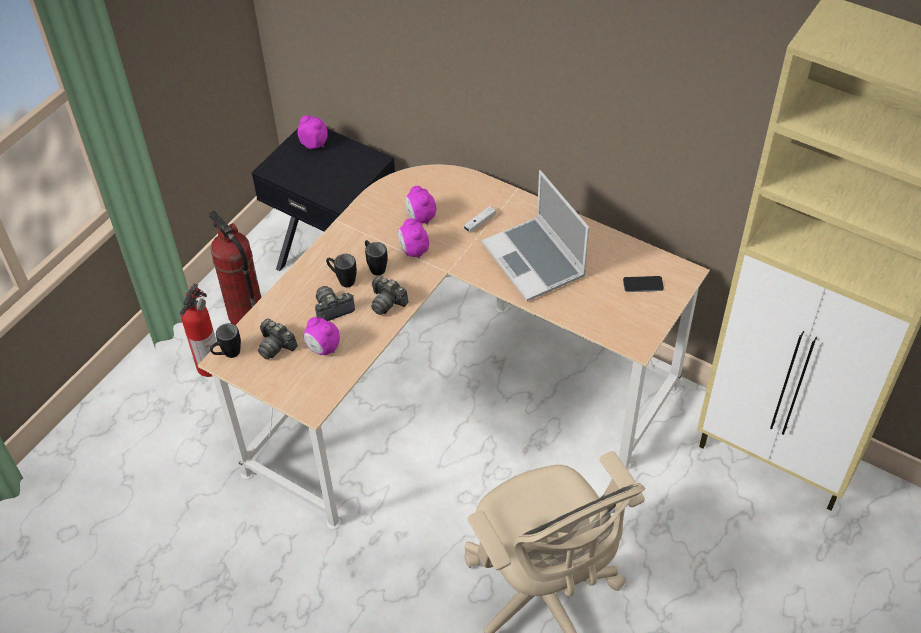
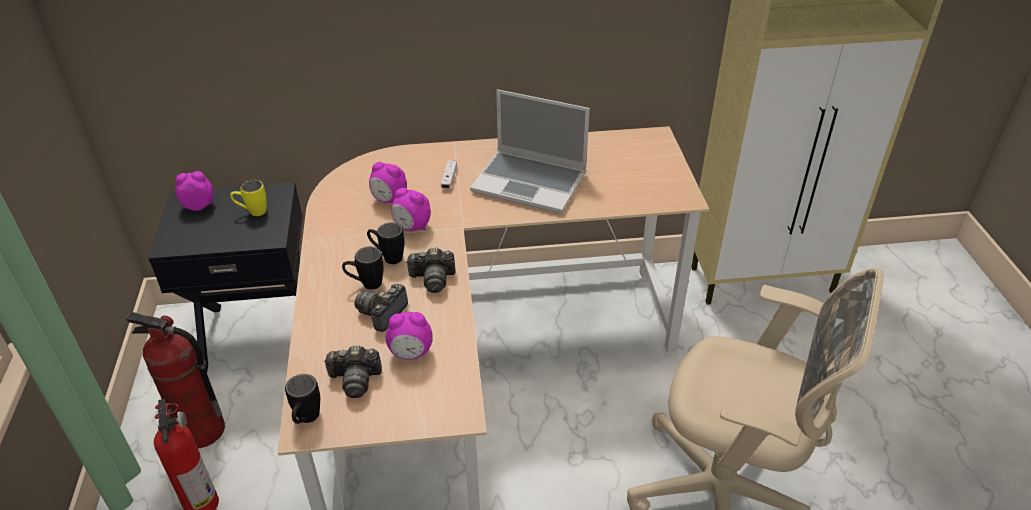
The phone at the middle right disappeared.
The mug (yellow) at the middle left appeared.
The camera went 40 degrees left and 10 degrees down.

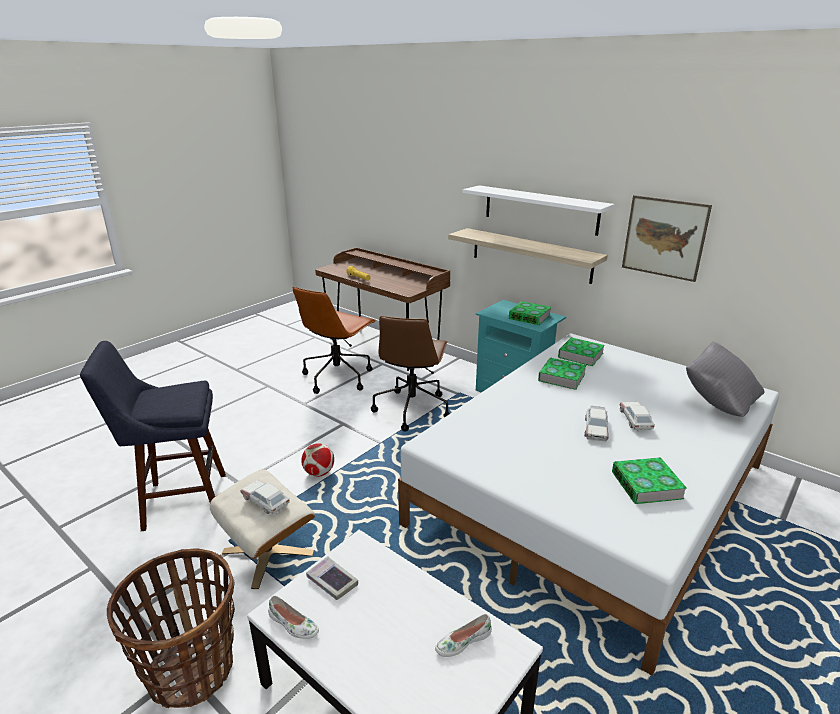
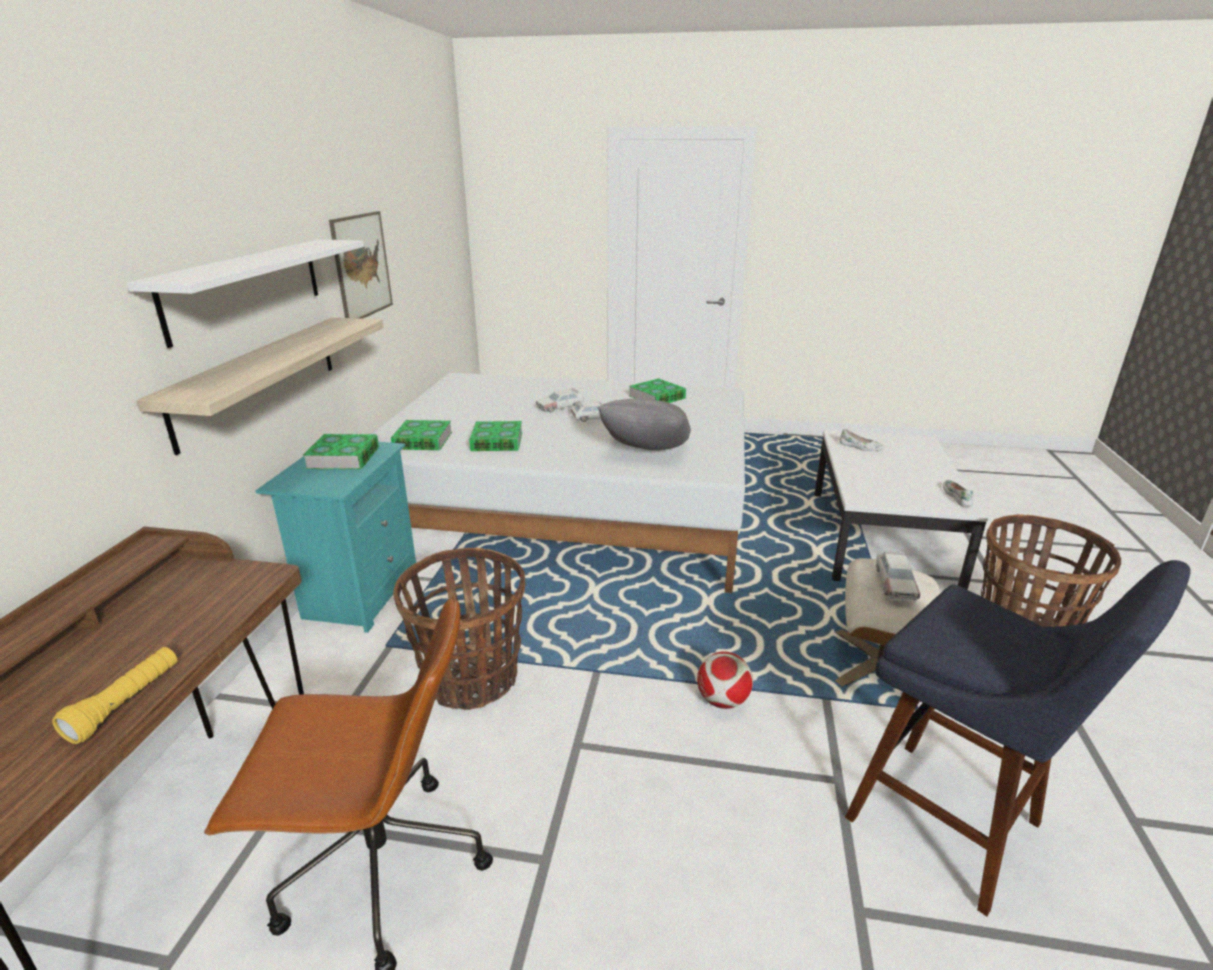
The office chair (brown) (2nd from left) at the centre was replaced by the basket (1st from left) at the centre.
The pillow (grey) moved from the middle right to the centre.
The book (1st from left) at the bottom centre disappeared.
The camera went 120 degrees left and 0 degrees up.

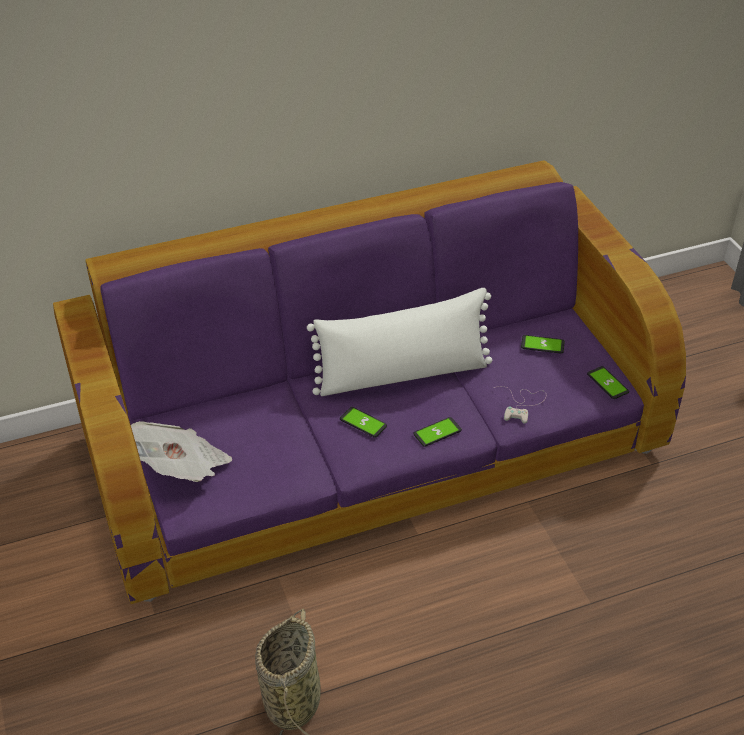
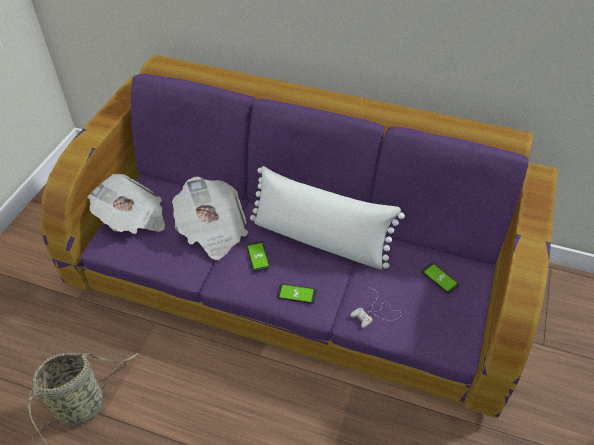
The phone (4th from left) at the middle right disappeared.
The newspaper (2nd from left) at the centre appeared.
The camera went 40 degrees right and 5 degrees up.

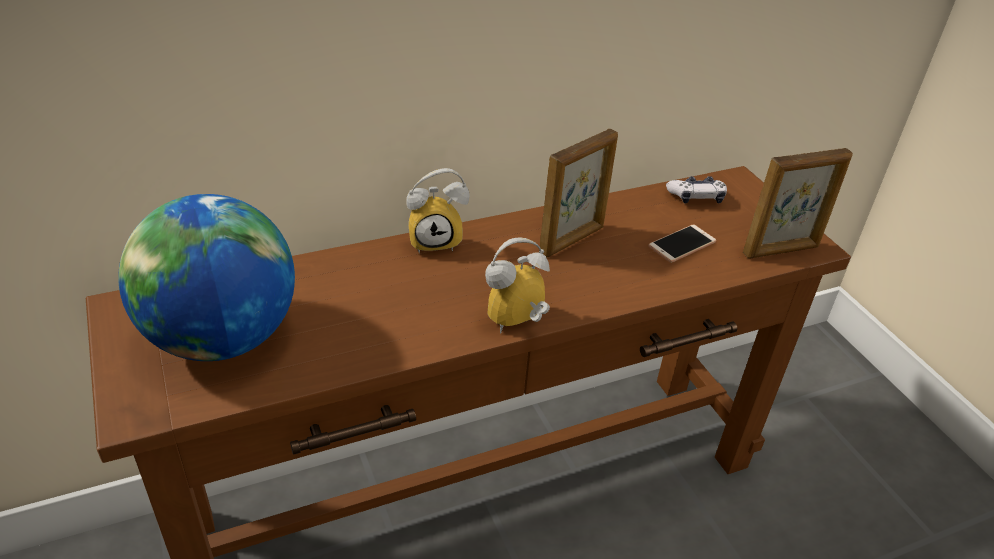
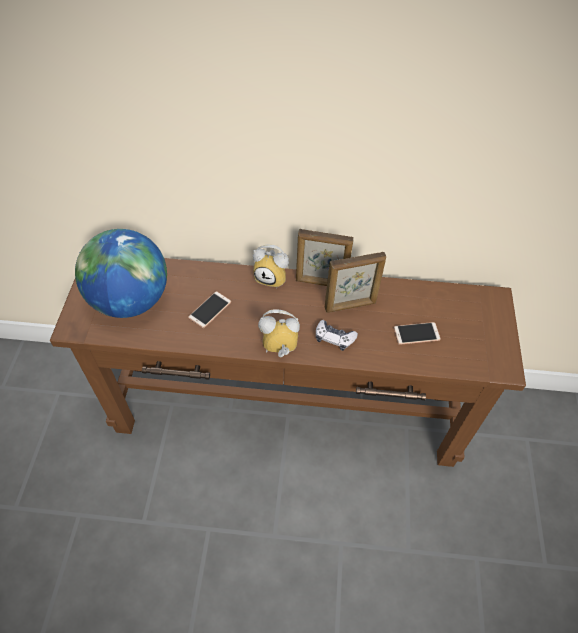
The picture frame (2nd from left in the first image) moved from the middle right to the centre.
The game controller moved from the middle right to the centre.
The phone (1st from left) at the centre appeared.
The camera went 30 degrees right and 15 degrees up.

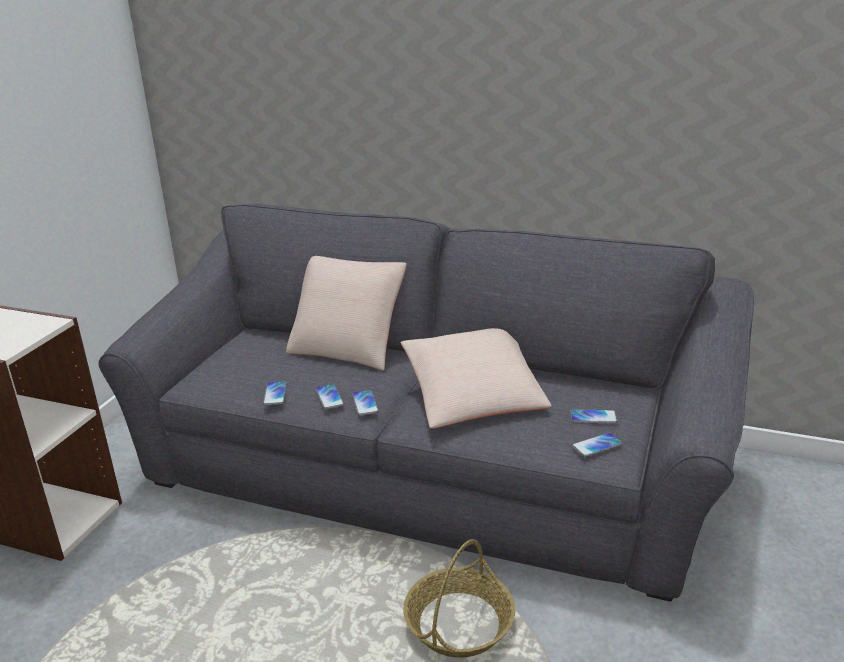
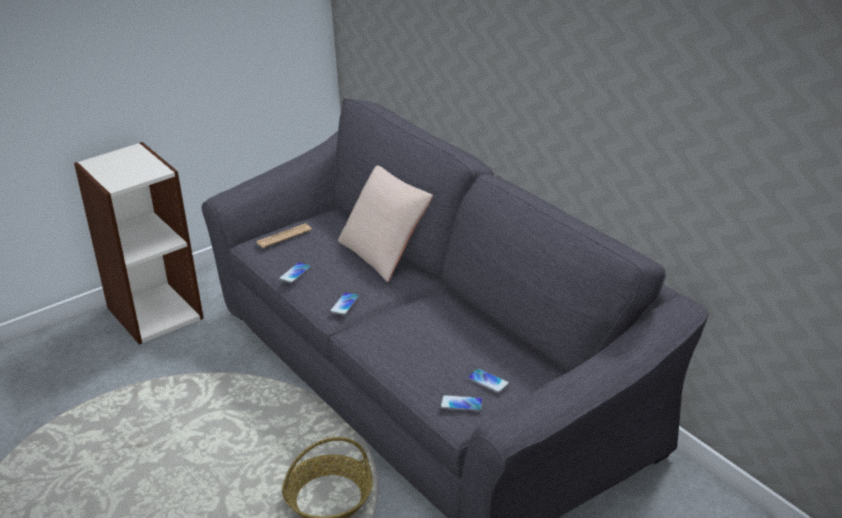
The pillow (beige) (2nd from left) at the centre disappeared.
The phone (2nd from left) at the centre disappeared.
The newspaper at the centre appeared.
The camera went 35 degrees right and 5 degrees up.

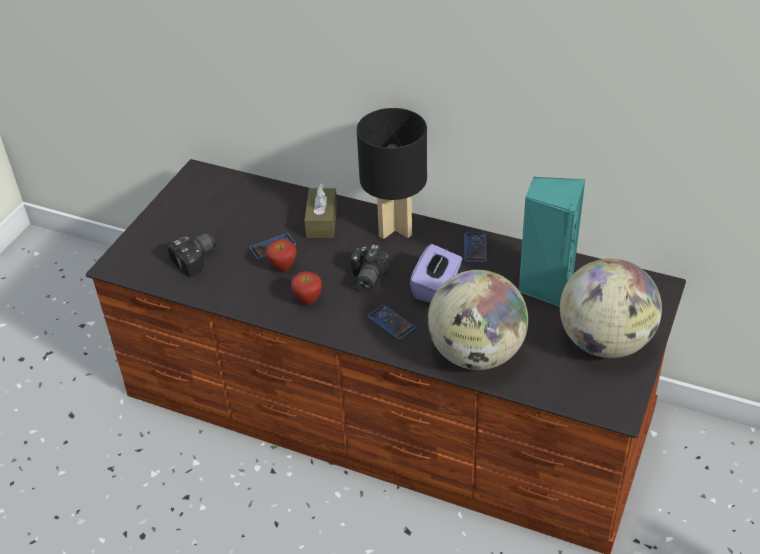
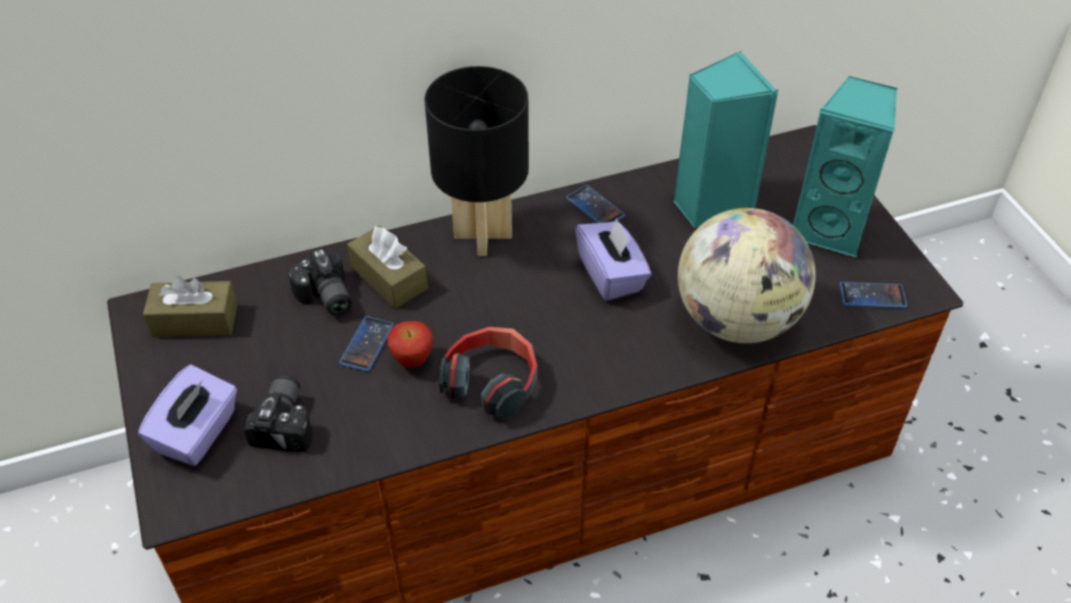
The photo camera (2nd from left) moved from the centre to the middle left.
The globe (2nd from left) at the middle right was replaced by the speaker (turquoise) (2nd from left) at the top right.
The apple (2nd from left) at the centre was replaced by the headphones at the centre.
The phone (2nd from left in the first image) moved from the centre to the middle right.
The tissue box (brown) (1st from left) at the middle left appeared.
The tissue box (purple) (1st from left) at the bottom left appeared.
The camera went 45 degrees left and 5 degrees up.

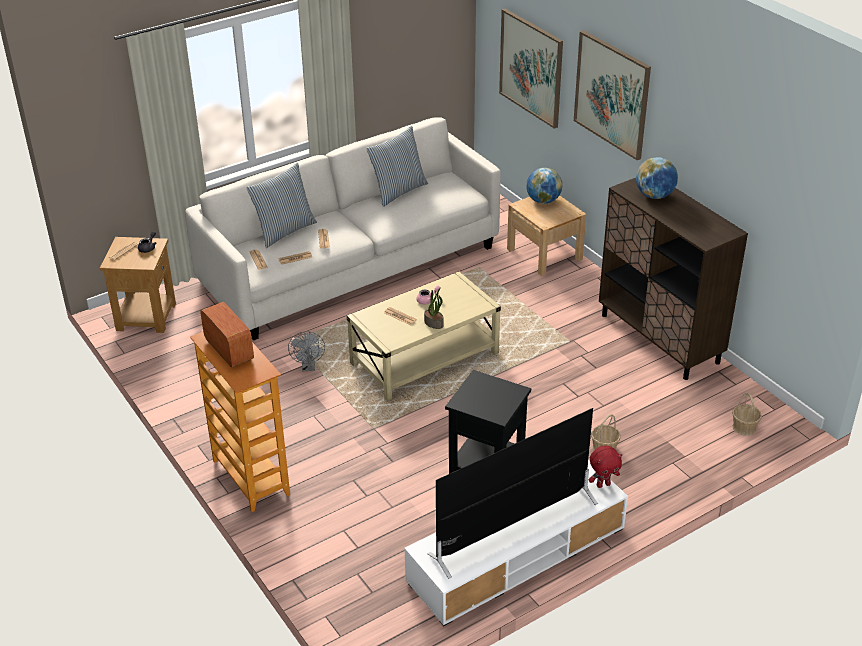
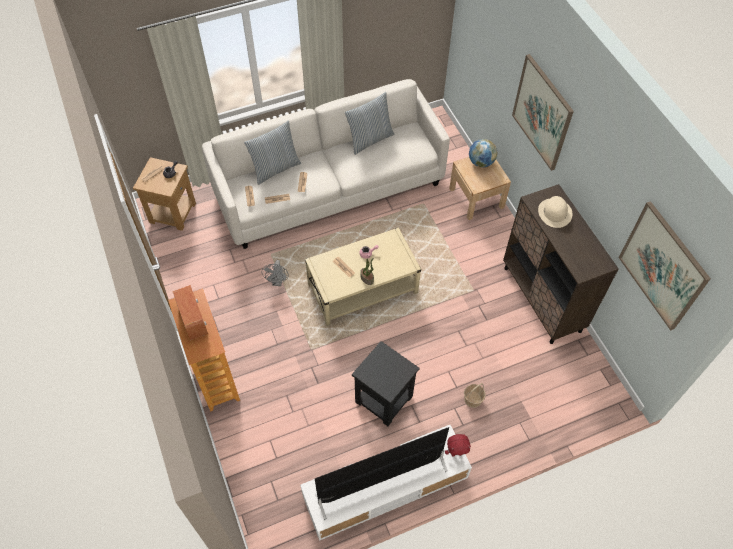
The picture (1st from left in the first image) moved from the top centre to the middle right.
The globe (2nd from left) at the top right was replaced by the hat (beige) at the middle right.
The basket (2nd from left) at the middle right disappeared.
The camera went 10 degrees right and 20 degrees up.

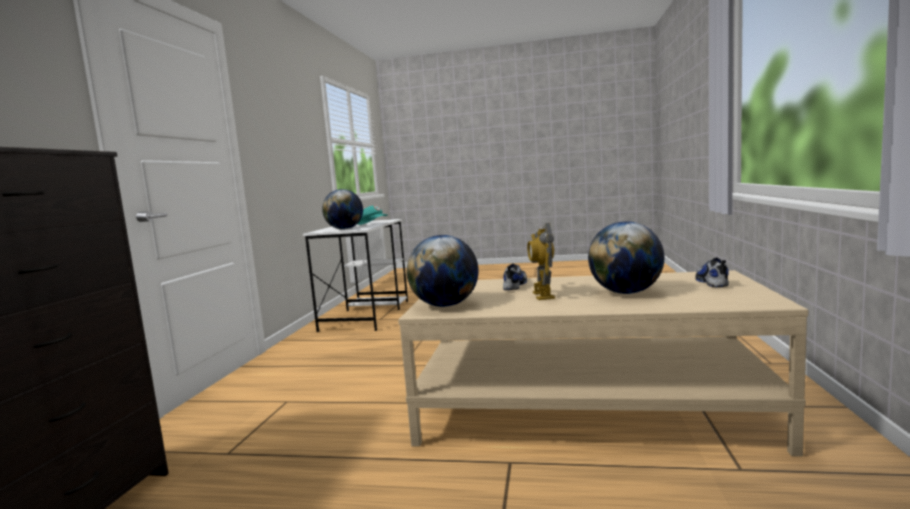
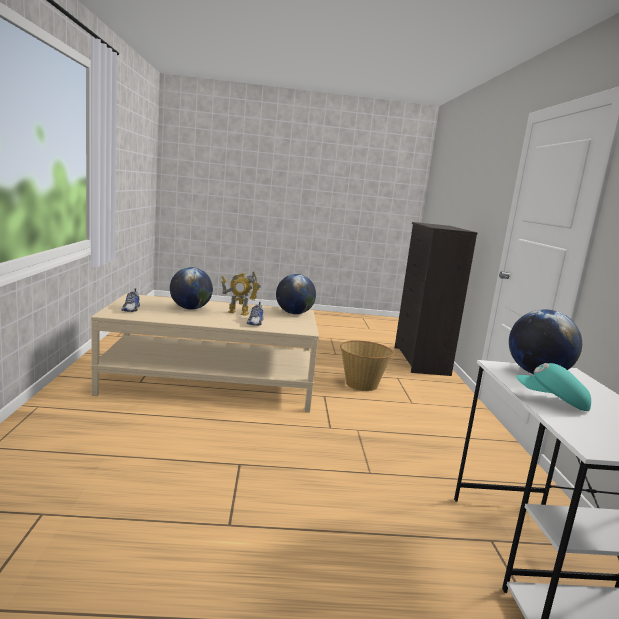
The toy robot at the centre turned 120 degrees clockwise.
The basket at the centre appeared.
The camera went 165 degrees right and 5 degrees up.

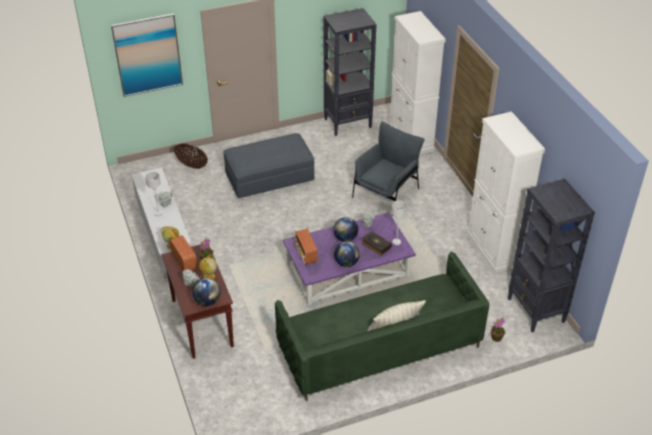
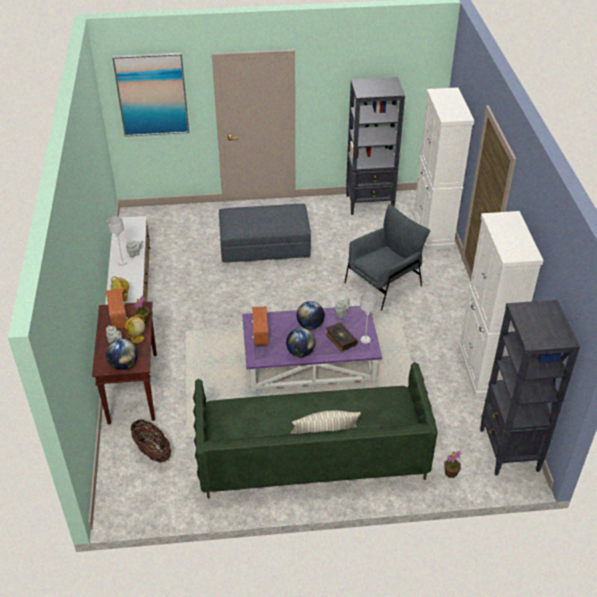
The basket moved from the middle left to the bottom left.
The camera went 15 degrees right and 0 degrees up.

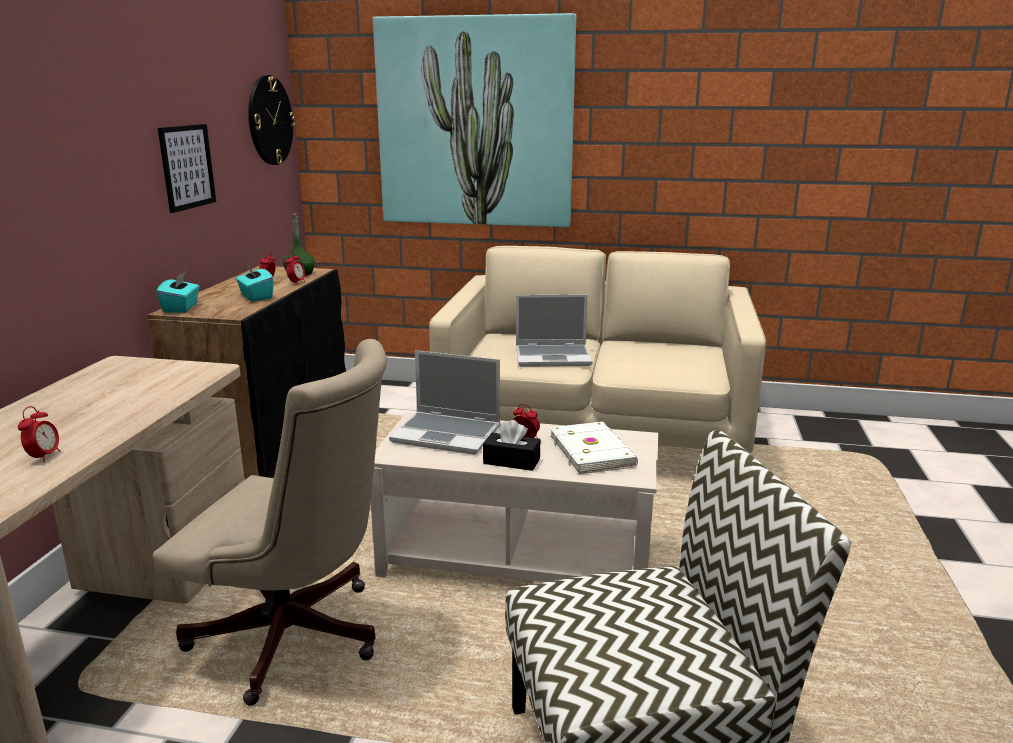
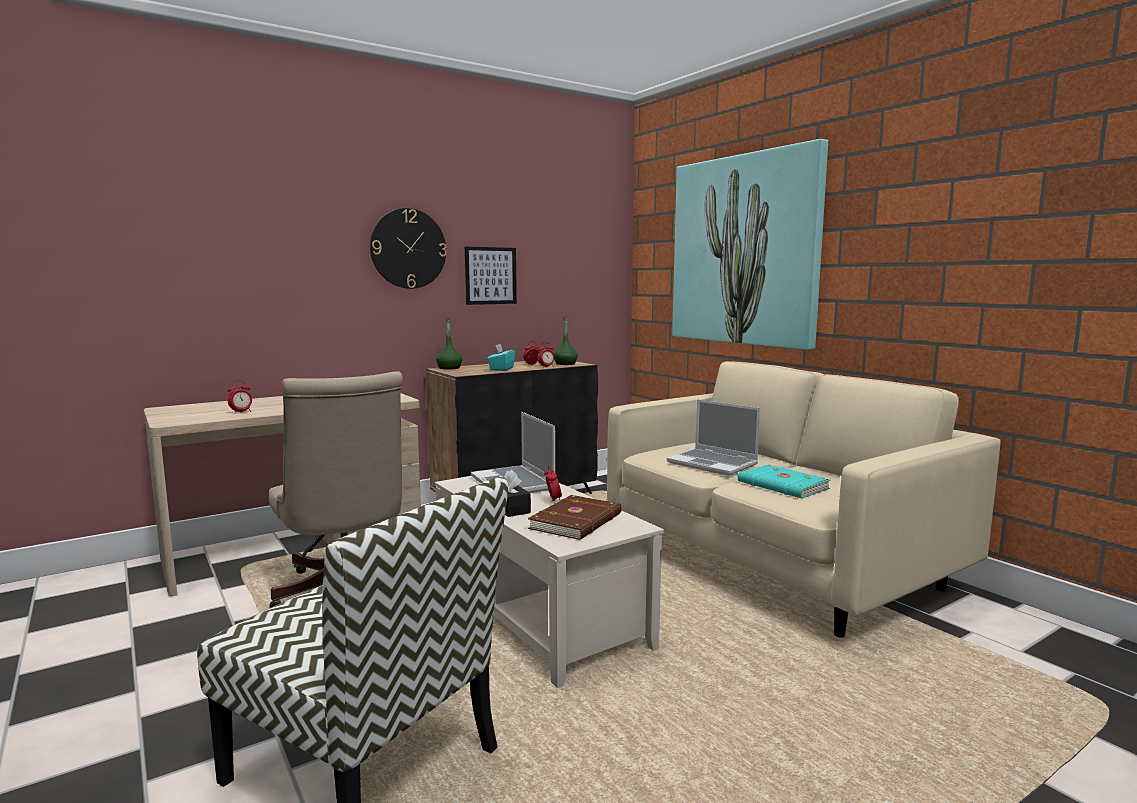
The wall clock moved from the top left to the top centre.
The tissue box (turquoise) (1st from left) at the middle left was replaced by the bottle (green) (1st from left) at the centre.
The book (white) at the centre became the book (brown) at the centre.
The book (turquoise) at the middle right appeared.
The camera went 45 degrees right and 10 degrees down.

